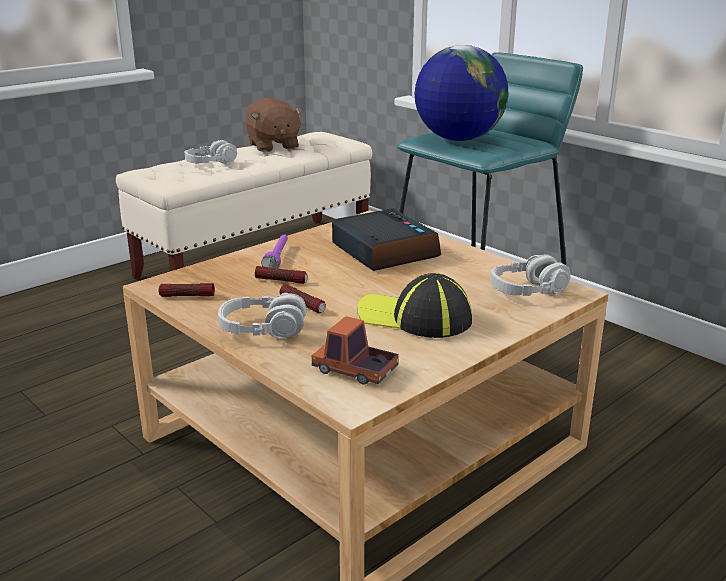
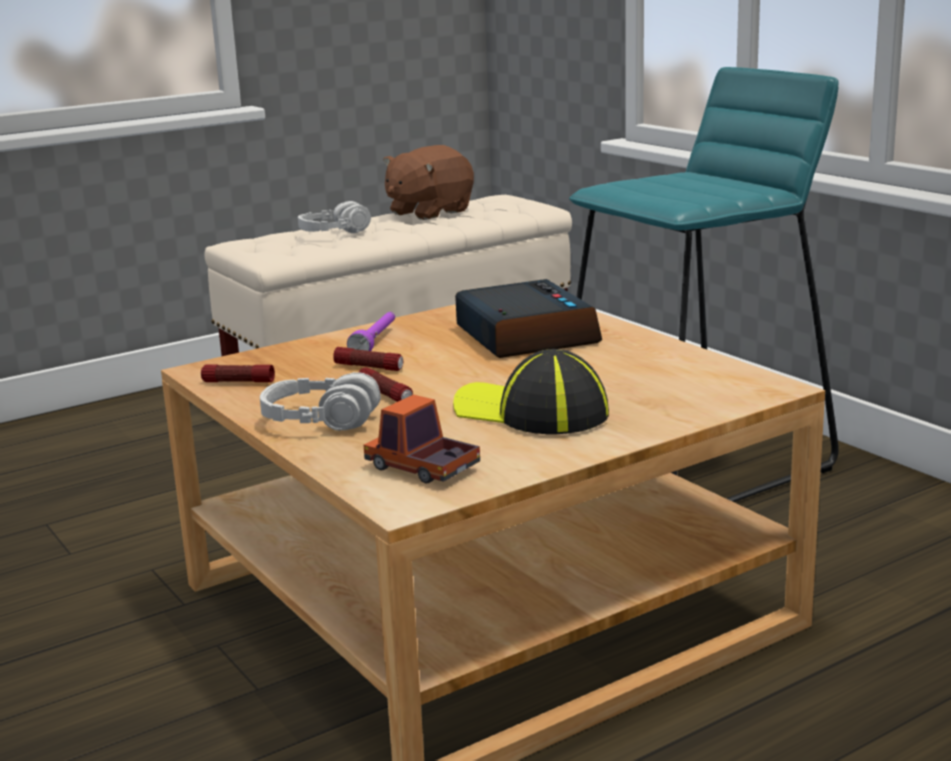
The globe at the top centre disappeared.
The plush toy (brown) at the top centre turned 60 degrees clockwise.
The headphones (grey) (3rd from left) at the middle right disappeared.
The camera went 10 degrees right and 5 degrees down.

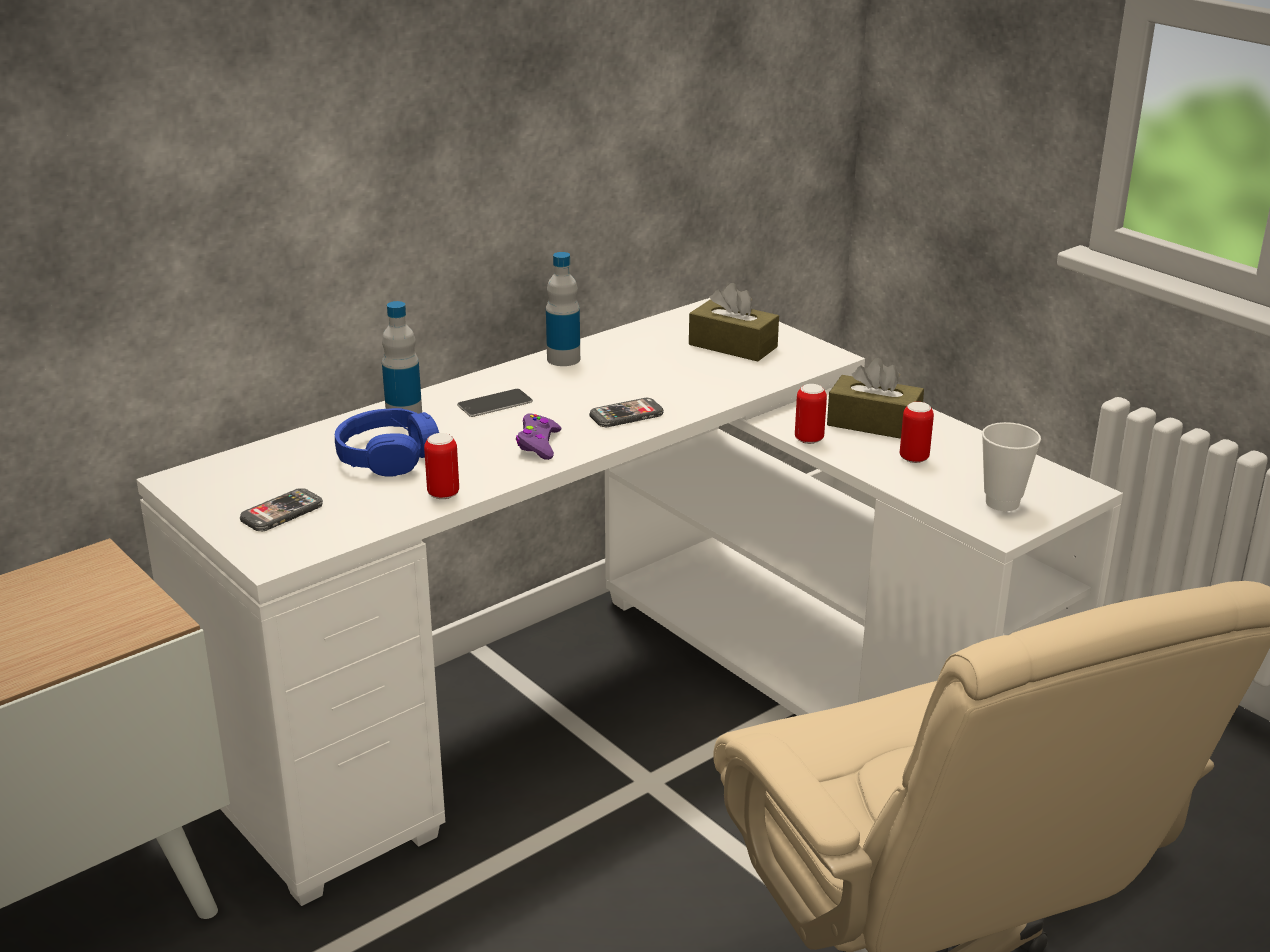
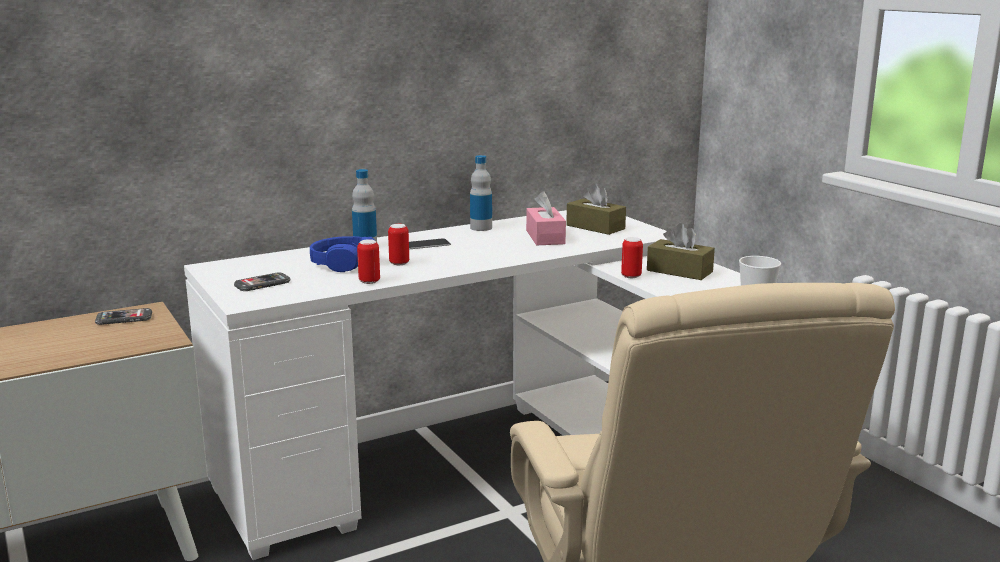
The phone (3rd from left in the first image) moved from the centre to the middle left.
The can (3rd from left in the first image) moved from the middle right to the centre.
The game controller (purple) at the centre disappeared.
The tissue box (pink) at the centre appeared.
The camera went 10 degrees right and 10 degrees down.

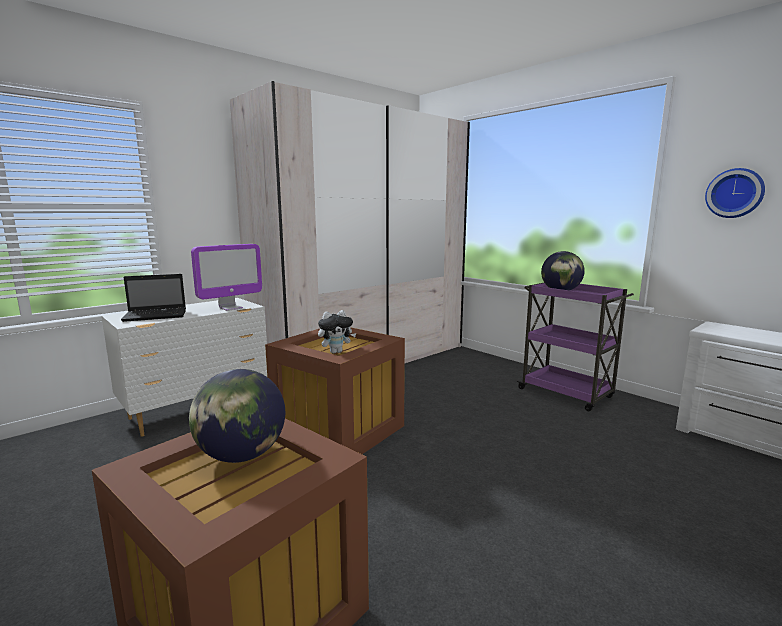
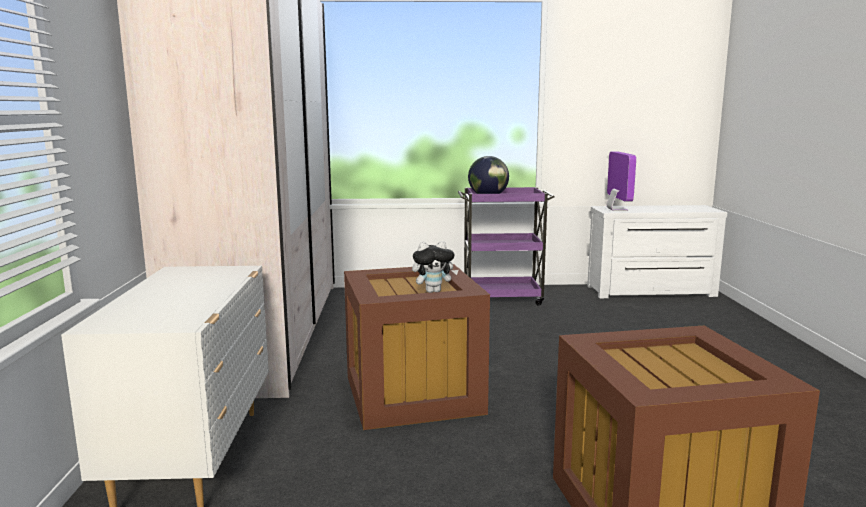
The wall clock at the top right disappeared.
The monitor moved from the middle left to the middle right.
The laptop at the middle left disappeared.
The plush toy at the centre turned 60 degrees clockwise.
The globe (1st from left) at the middle left disappeared.
The camera went 50 degrees left and 0 degrees up.

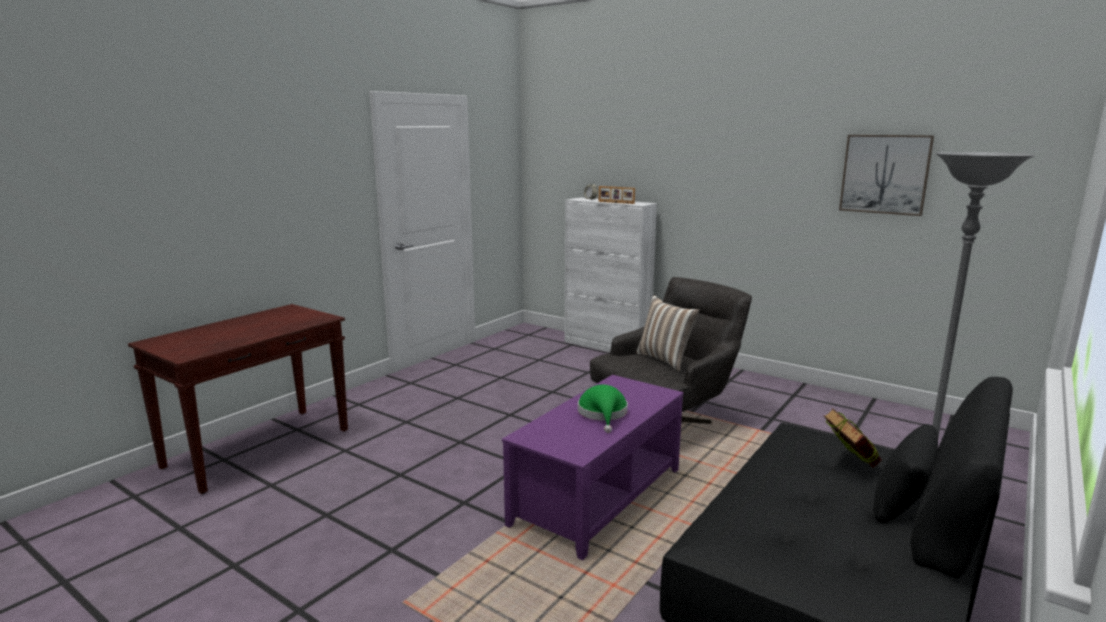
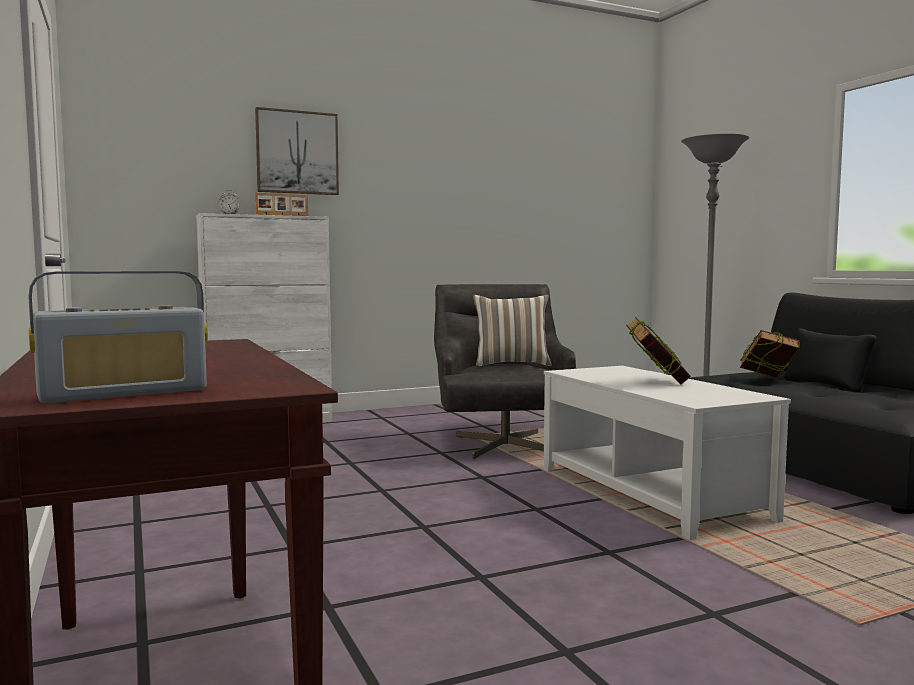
The picture moved from the top right to the top left.
The coffee table (purple) at the bottom centre became the coffee table (white) at the middle right.
The hat (green) at the centre was replaced by the book (1st from left) at the middle right.
The radio at the middle left appeared.
The camera went 60 degrees left and 10 degrees down.

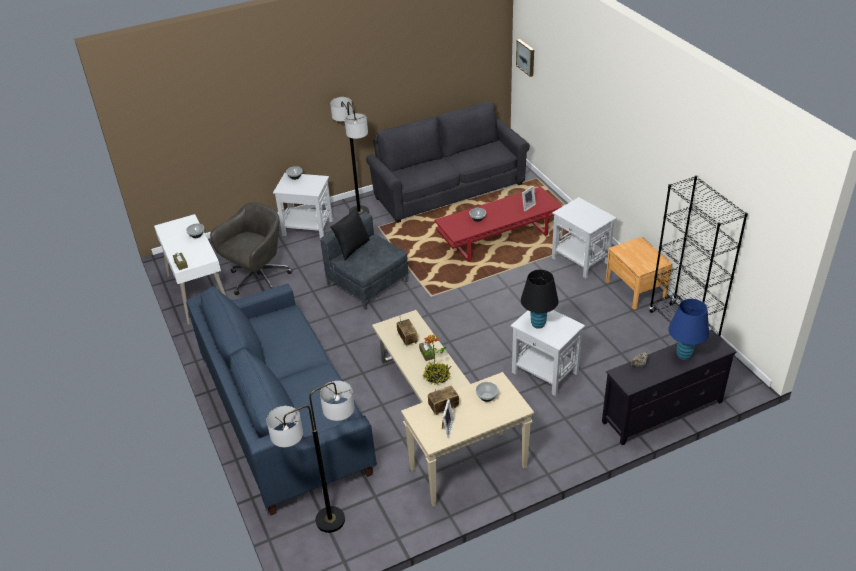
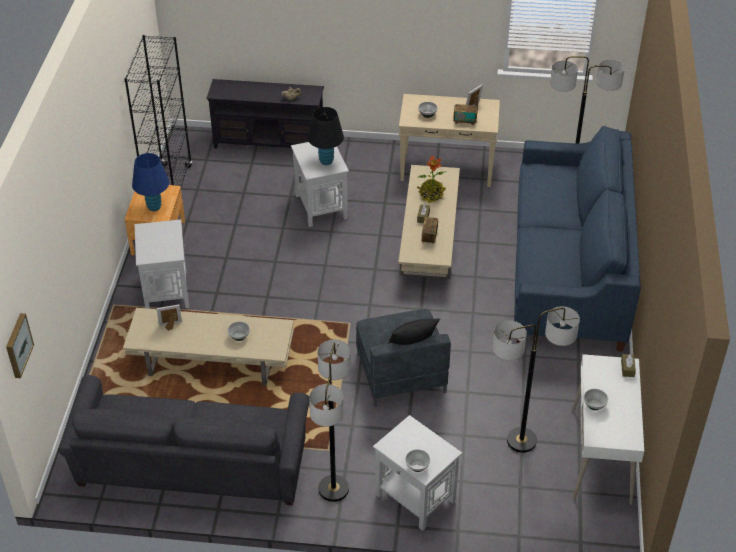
The coffee table (red) at the centre became the coffee table (beige) (1st from left) at the middle left.
The office chair (grey) at the middle left was replaced by the floor lamp (2nd from left) at the bottom right.
The table lamp (blue) moved from the middle right to the top left.
The camera went 150 degrees left and 5 degrees up.

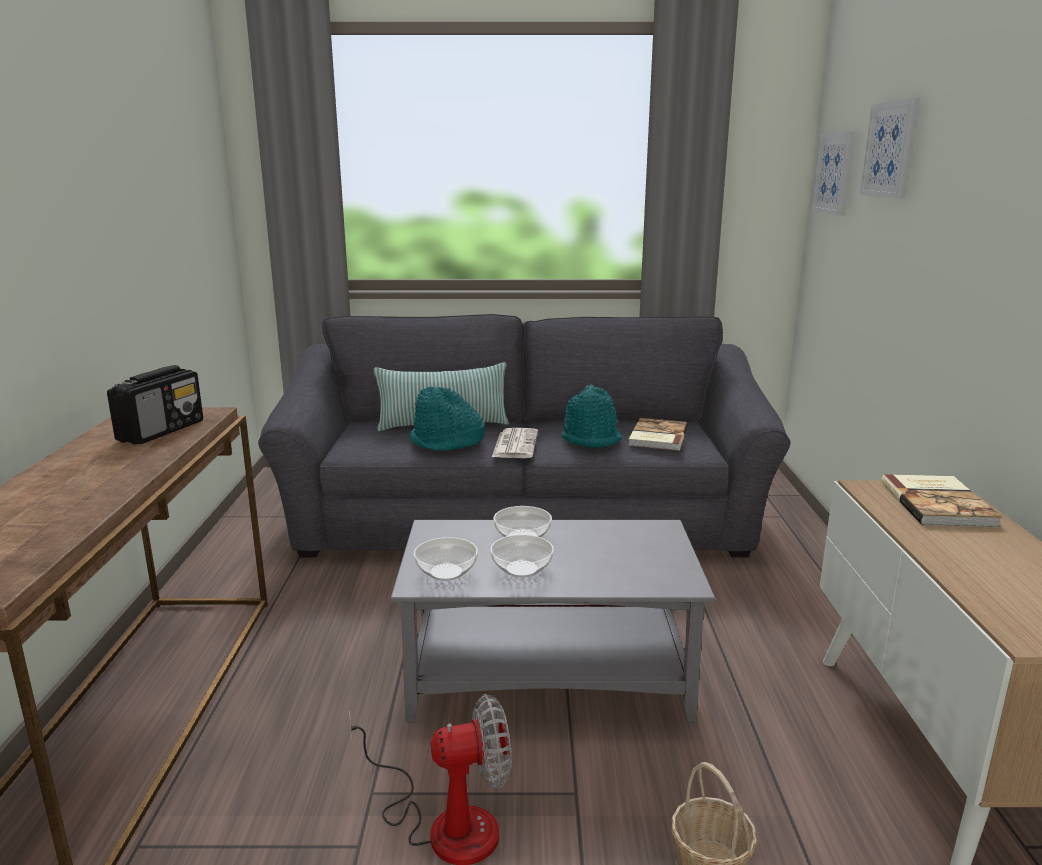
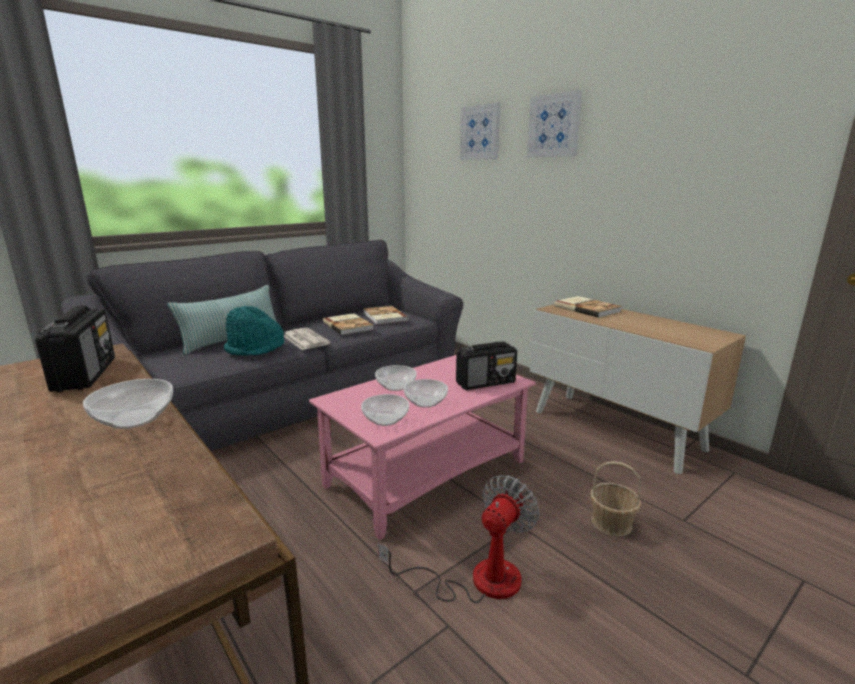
The picture (1st from left in the first image) moved from the top right to the top centre.
The hat (turquoise) (2nd from left) at the centre was replaced by the book (1st from left) at the centre.
The coffee table (grey) at the bottom centre became the coffee table (pink) at the centre.
The radio (2nd from left) at the centre appeared.
The bowl (1st from left) at the middle left appeared.
The camera went 40 degrees left and 0 degrees up.

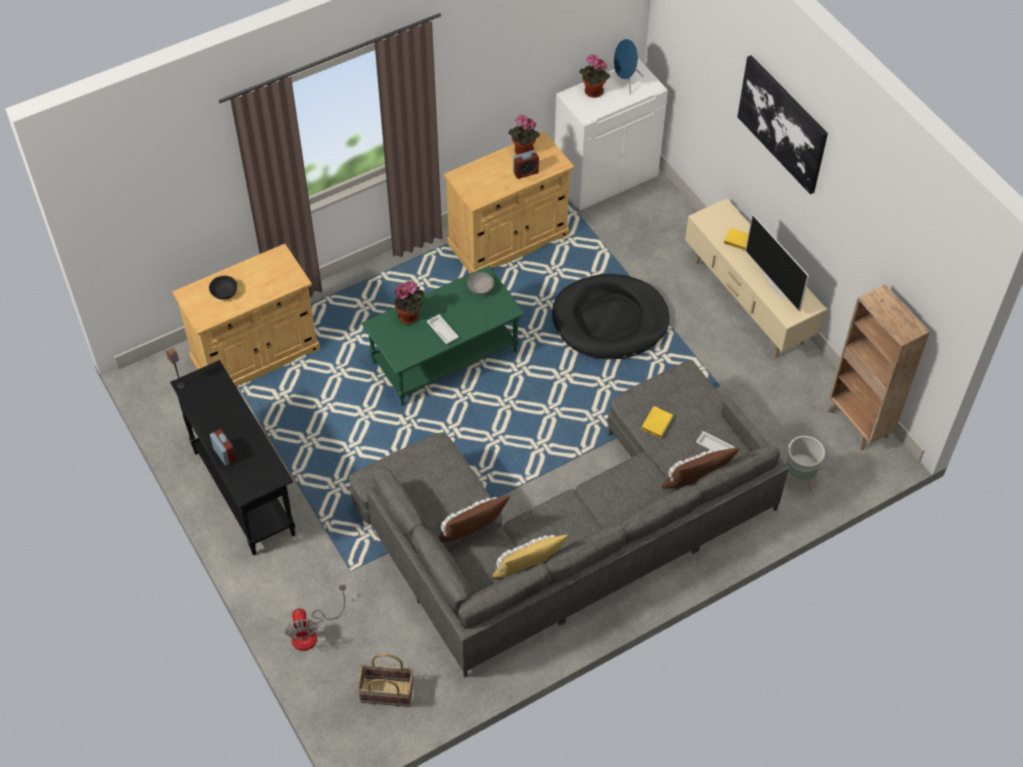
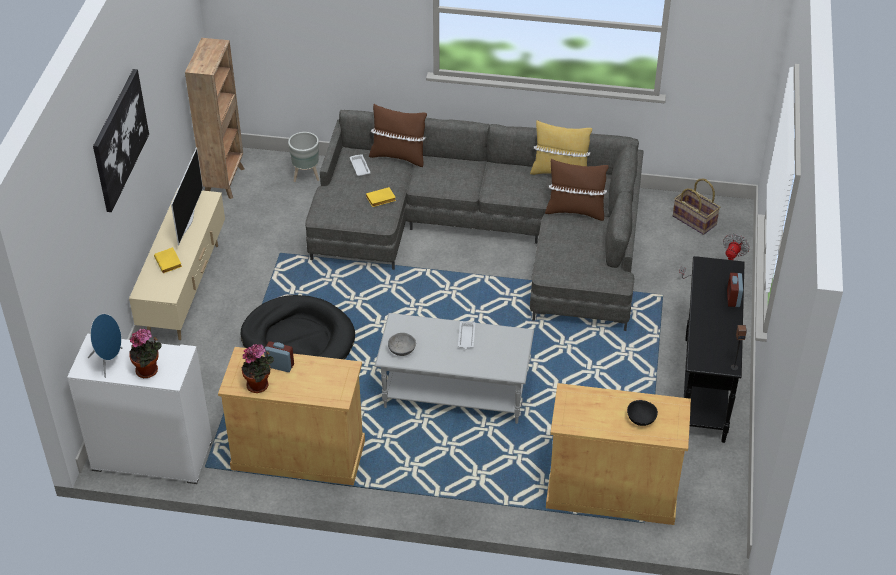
The coffee table (green) at the centre became the coffee table (grey) at the centre.
The potted plant (1st from left) at the centre disappeared.
The camera went 140 degrees left and 10 degrees down.

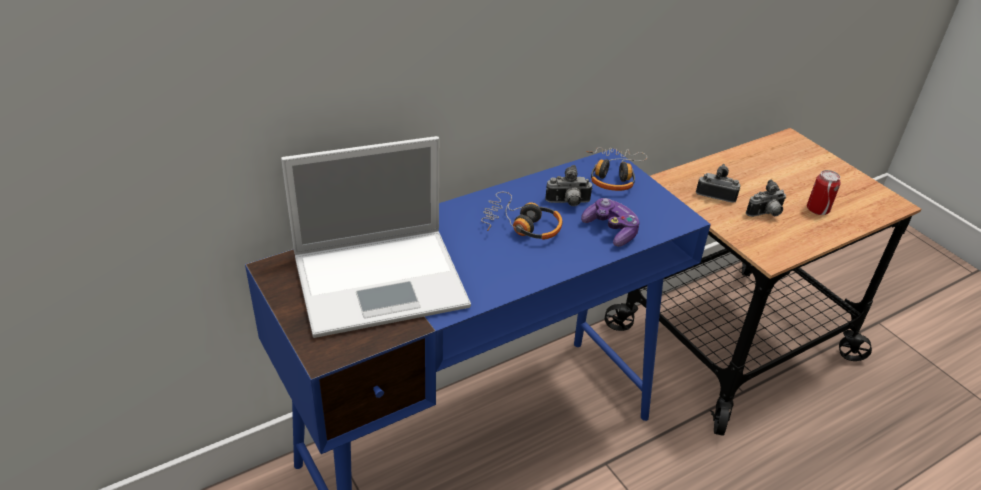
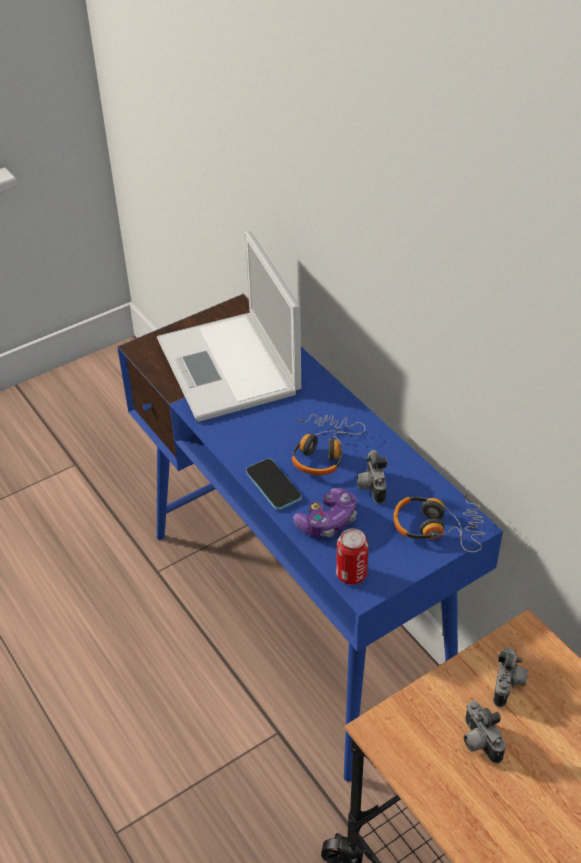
The can moved from the middle right to the centre.
The phone at the centre appeared.
The camera went 90 degrees right and 5 degrees up.

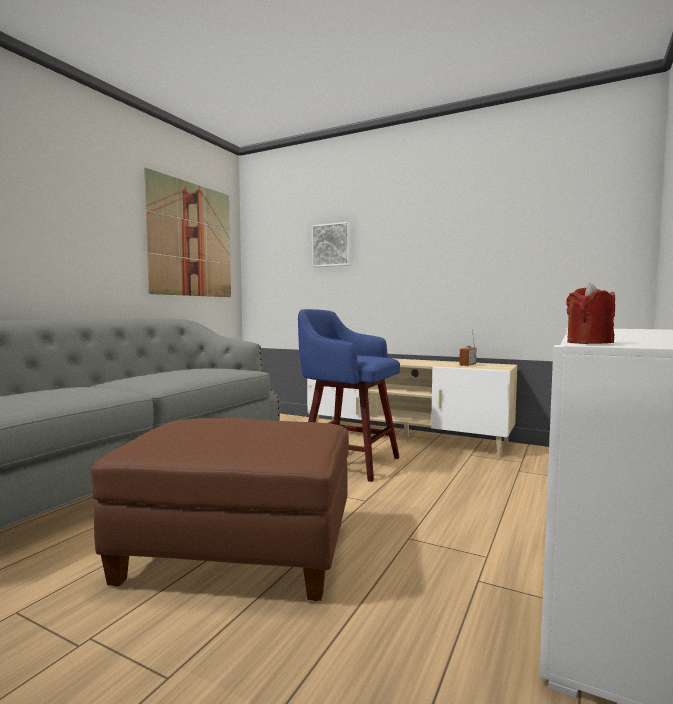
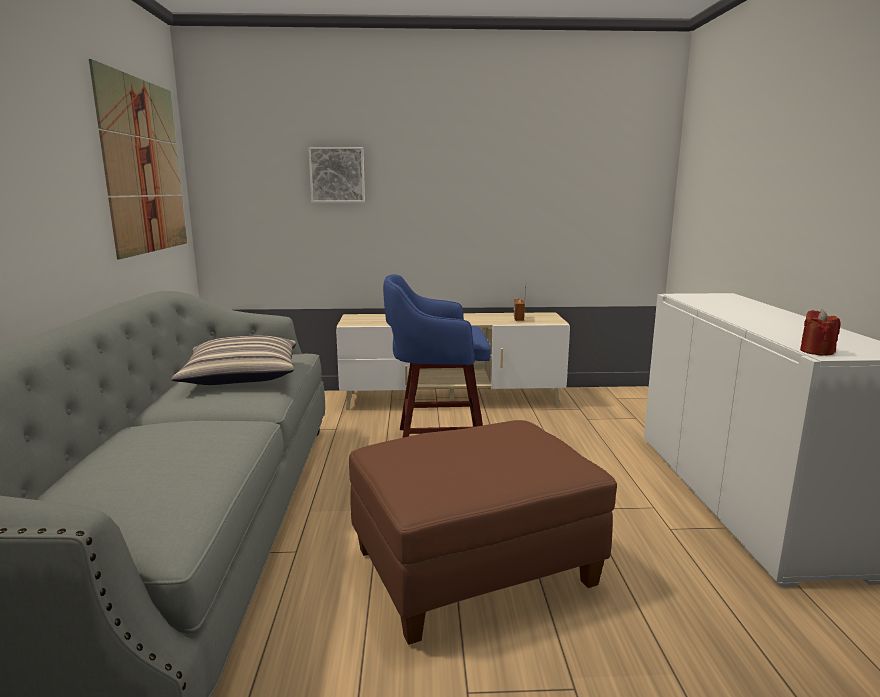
The pillow at the middle left appeared.
The camera went 30 degrees left and 10 degrees up.

